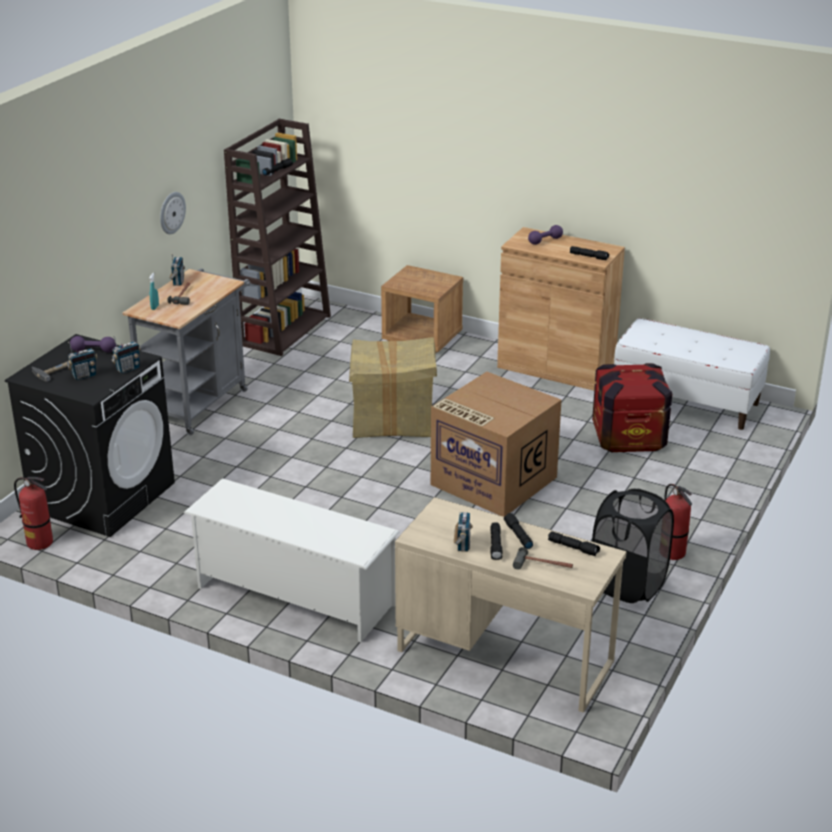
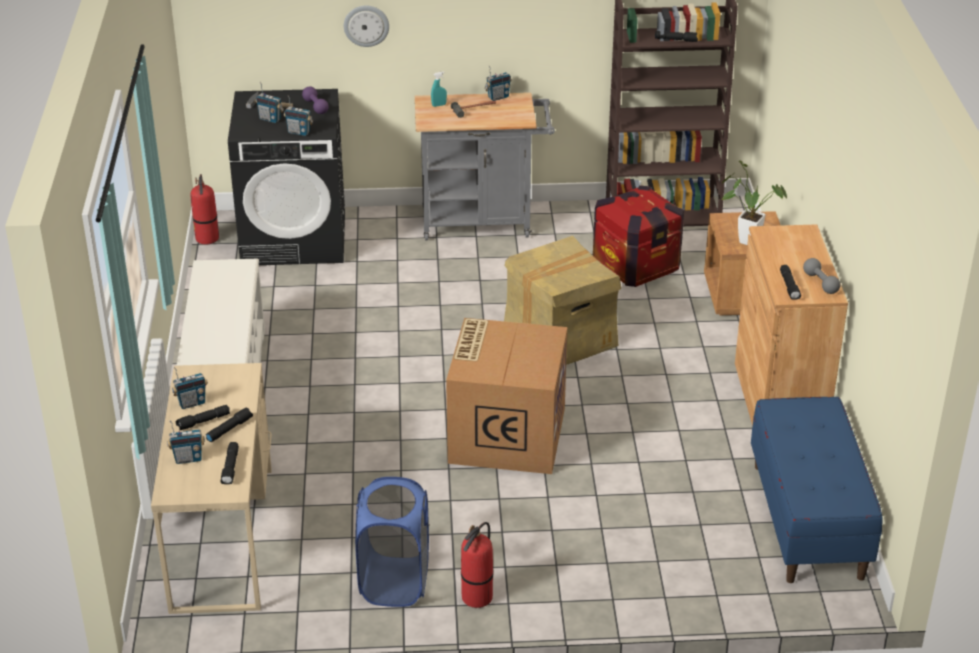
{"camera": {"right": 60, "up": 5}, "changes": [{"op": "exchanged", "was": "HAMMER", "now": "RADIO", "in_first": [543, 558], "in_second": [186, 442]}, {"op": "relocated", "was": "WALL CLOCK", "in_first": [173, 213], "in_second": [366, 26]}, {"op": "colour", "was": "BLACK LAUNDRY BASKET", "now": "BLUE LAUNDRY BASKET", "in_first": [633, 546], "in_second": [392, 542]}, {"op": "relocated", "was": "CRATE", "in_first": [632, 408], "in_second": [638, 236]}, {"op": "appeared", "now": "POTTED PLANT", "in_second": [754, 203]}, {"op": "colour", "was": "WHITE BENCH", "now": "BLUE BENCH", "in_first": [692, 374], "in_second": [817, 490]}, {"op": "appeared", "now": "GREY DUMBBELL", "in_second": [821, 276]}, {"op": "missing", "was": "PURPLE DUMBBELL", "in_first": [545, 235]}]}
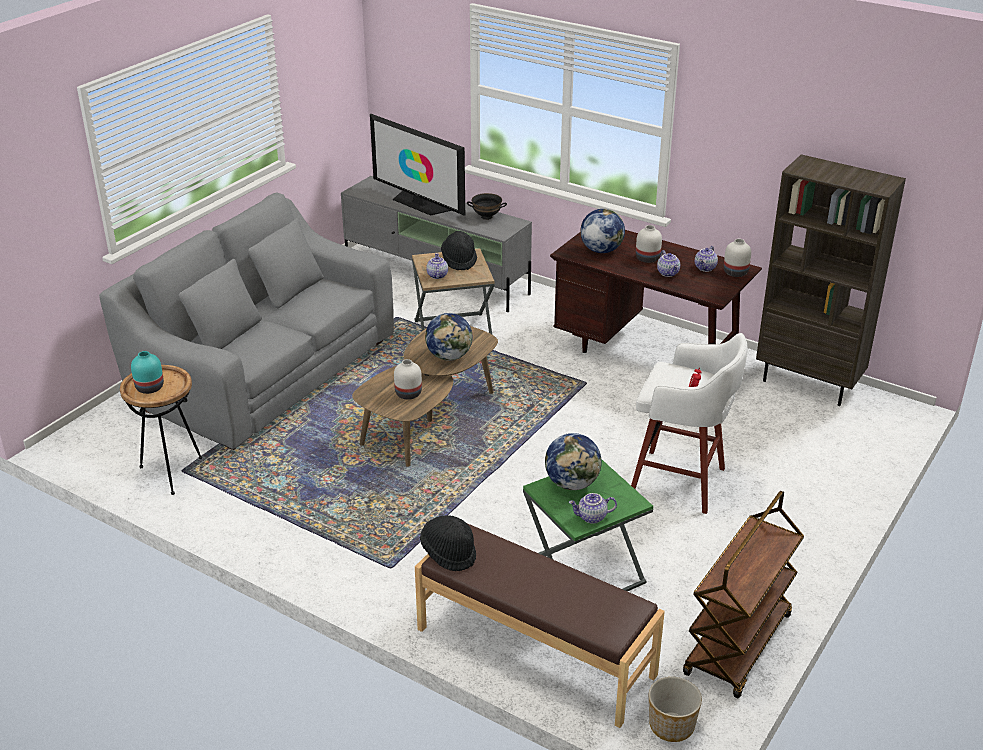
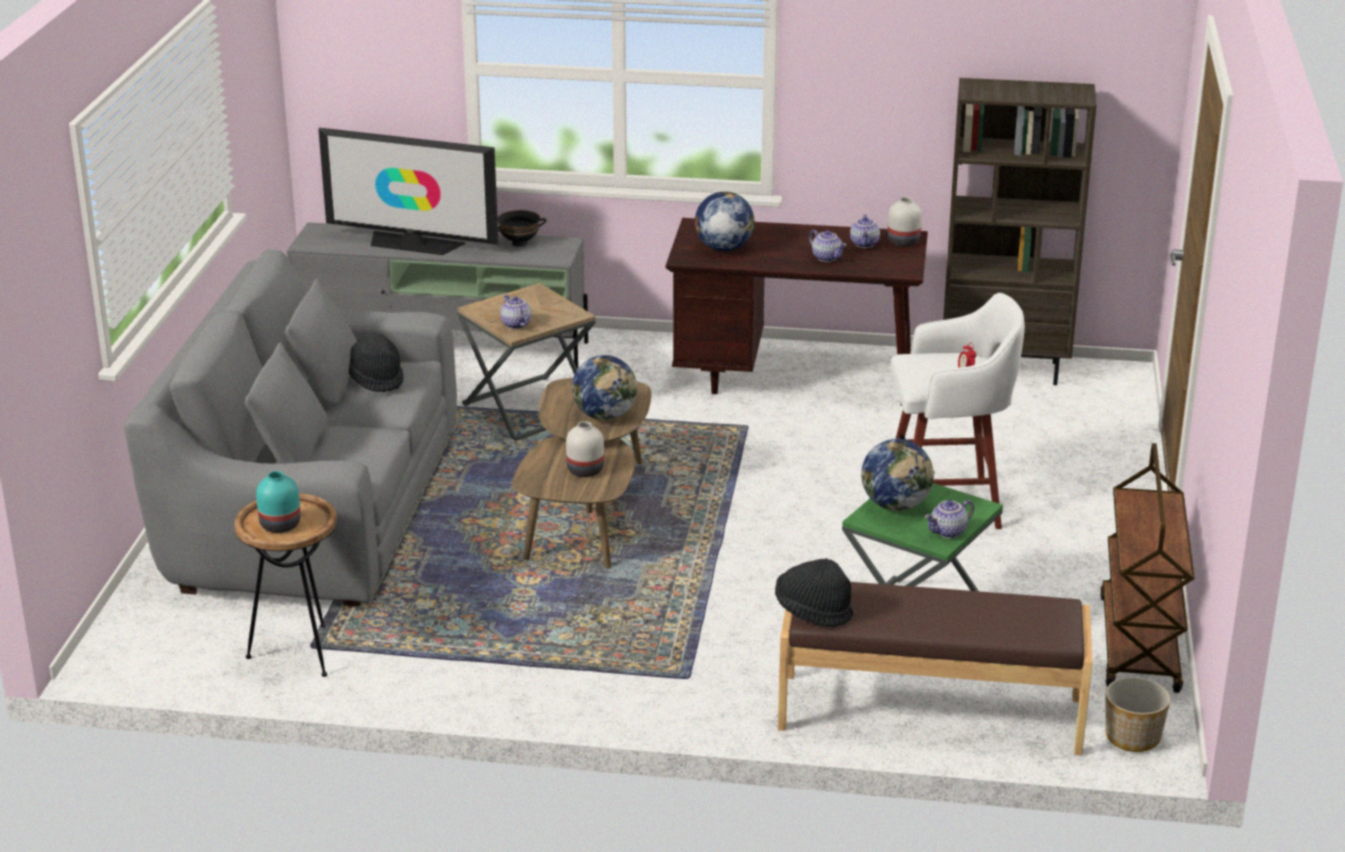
{"camera": {"right": -25, "up": -5}, "changes": [{"op": "relocated", "was": "BLACK HAT", "in_first": [459, 250], "in_second": [376, 363]}, {"op": "missing", "was": "WHITE VASE", "in_first": [649, 244]}]}
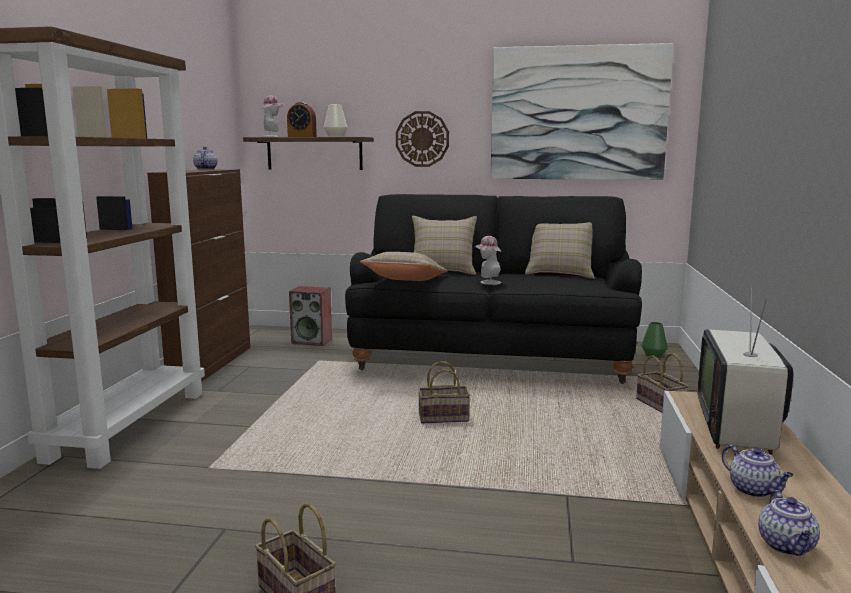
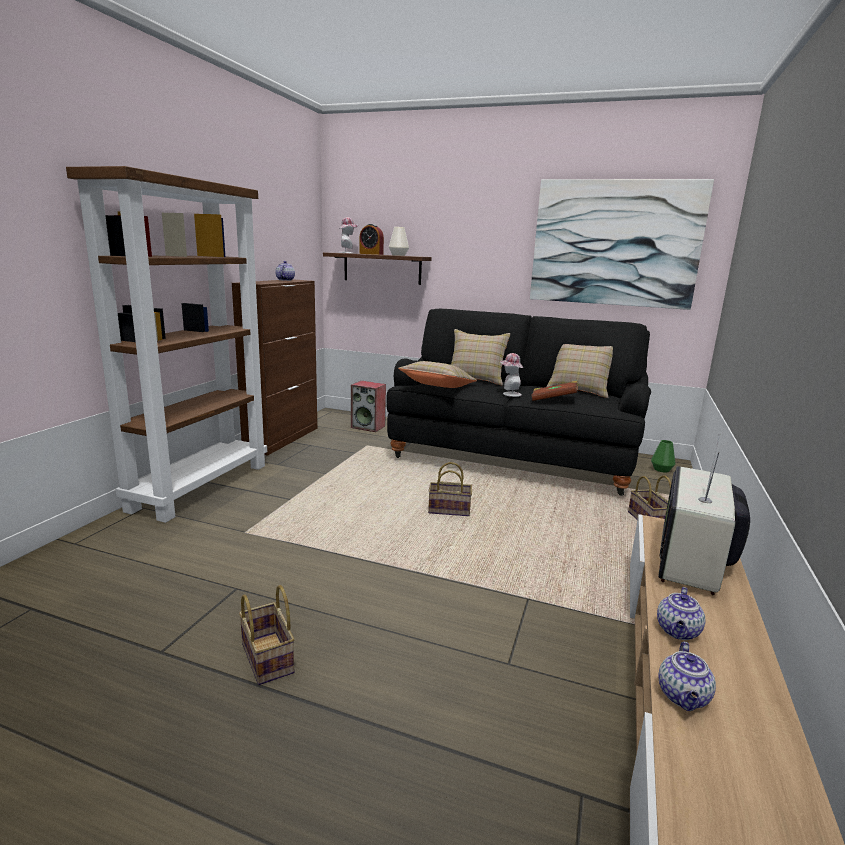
{"camera": {"right": 10, "up": 5}, "changes": [{"op": "appeared", "now": "BROWN BOOK", "in_second": [554, 391]}, {"op": "spun", "was": "TEAPOT", "in_first": [758, 471], "in_second": [681, 613], "clockwise": 45}, {"op": "missing", "was": "WALL CLOCK", "in_first": [422, 139]}]}
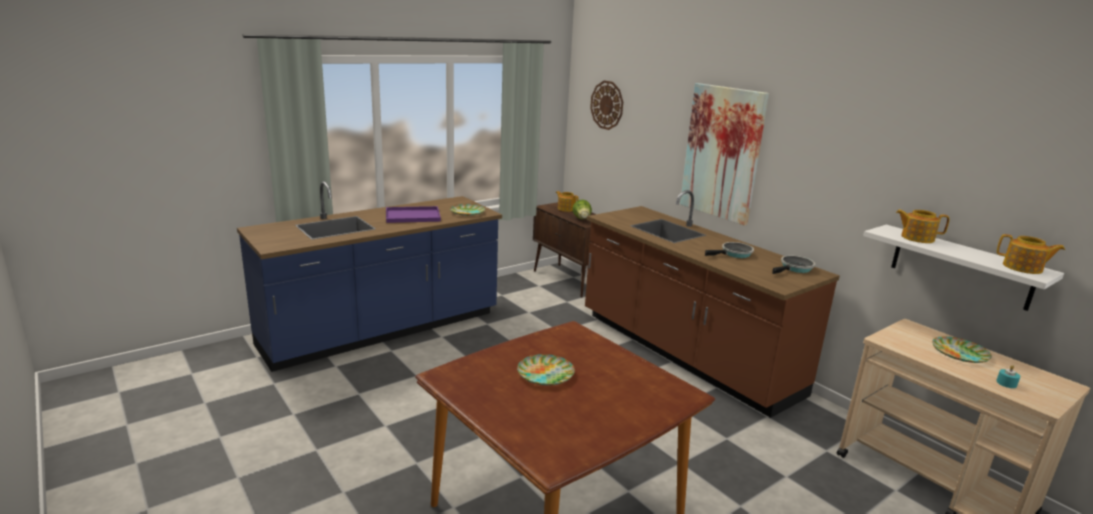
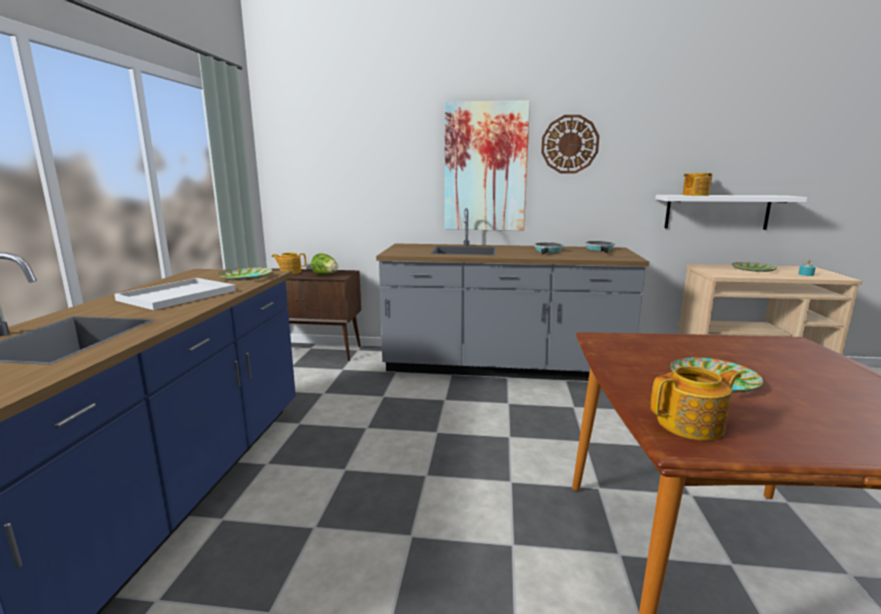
{"camera": {"right": -45, "up": -5}, "changes": [{"op": "colour", "was": "PURPLE TRAY", "now": "WHITE TRAY", "in_first": [413, 214], "in_second": [175, 294]}, {"op": "colour", "was": "BROWN COUNTER", "now": "GREY COUNTER", "in_first": [712, 304], "in_second": [512, 294]}, {"op": "relocated", "was": "WALL CLOCK", "in_first": [606, 105], "in_second": [570, 144]}, {"op": "relocated", "was": "TEAPOT", "in_first": [1031, 254], "in_second": [696, 403]}]}
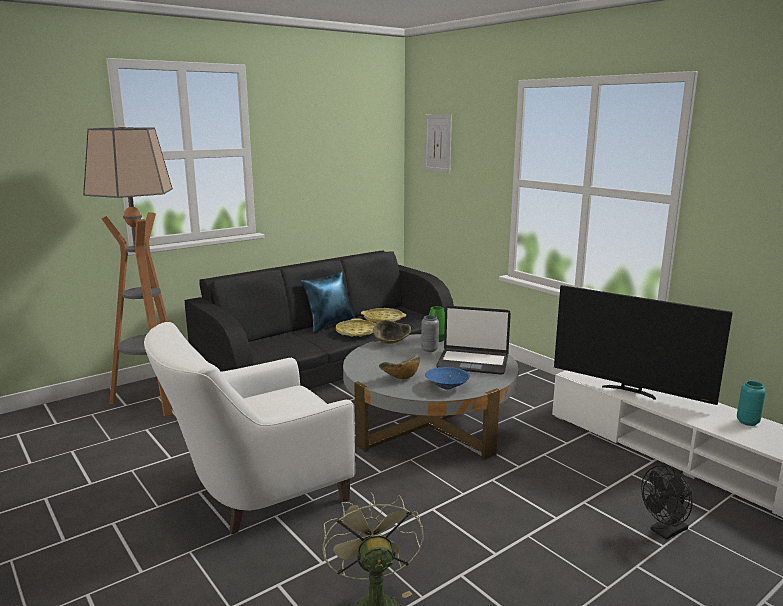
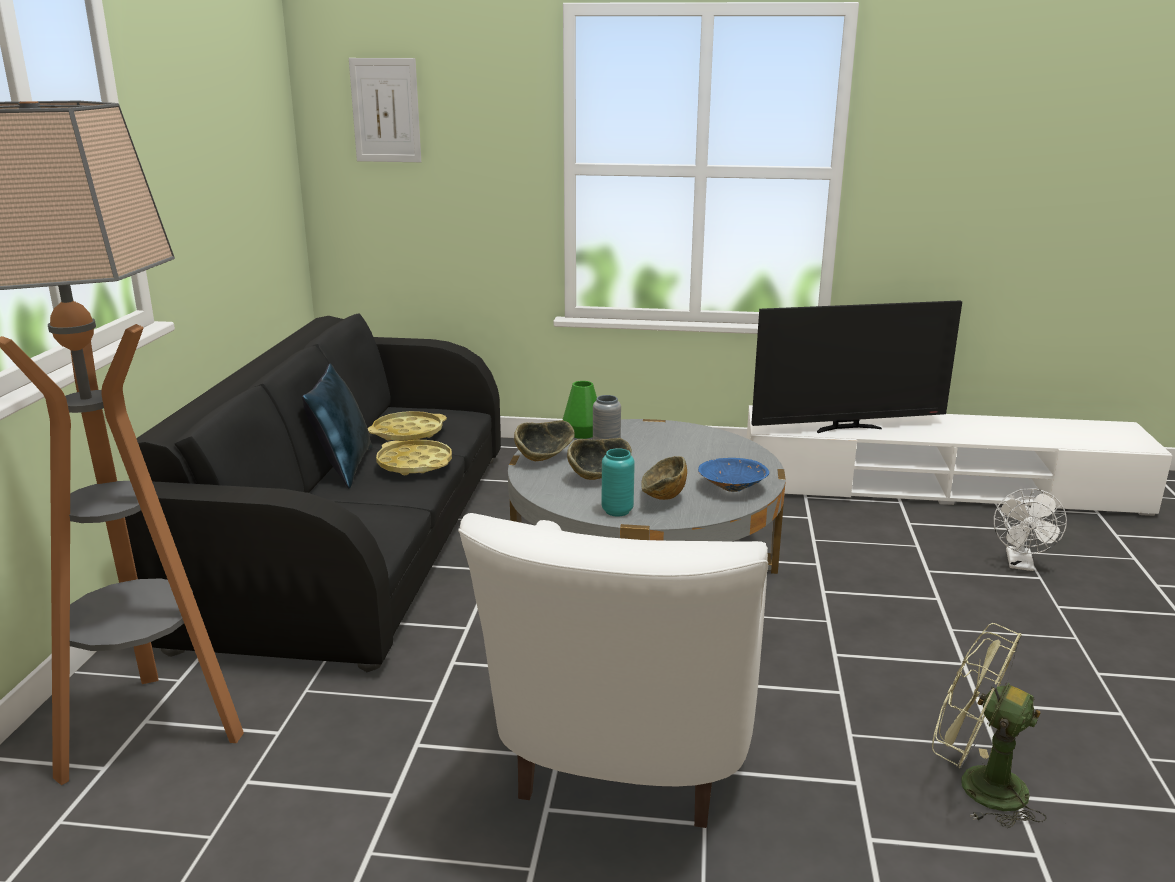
{"camera": {"right": -45, "up": 5}, "changes": [{"op": "appeared", "now": "BOWL", "in_second": [599, 459]}, {"op": "relocated", "was": "TURQUOISE VASE", "in_first": [751, 403], "in_second": [618, 482]}, {"op": "colour", "was": "BLACK FAN", "now": "WHITE FAN", "in_first": [666, 502], "in_second": [1030, 529]}, {"op": "missing", "was": "LAPTOP", "in_first": [473, 340]}]}
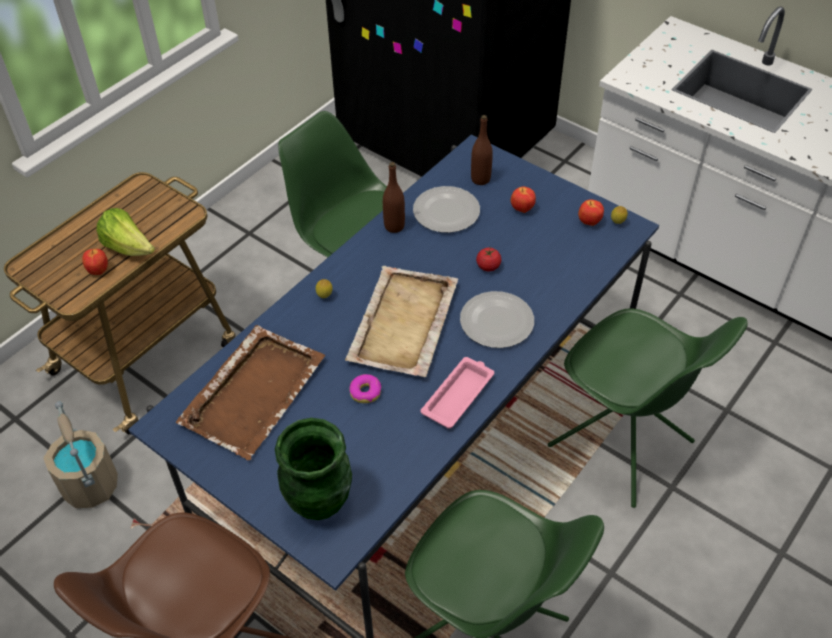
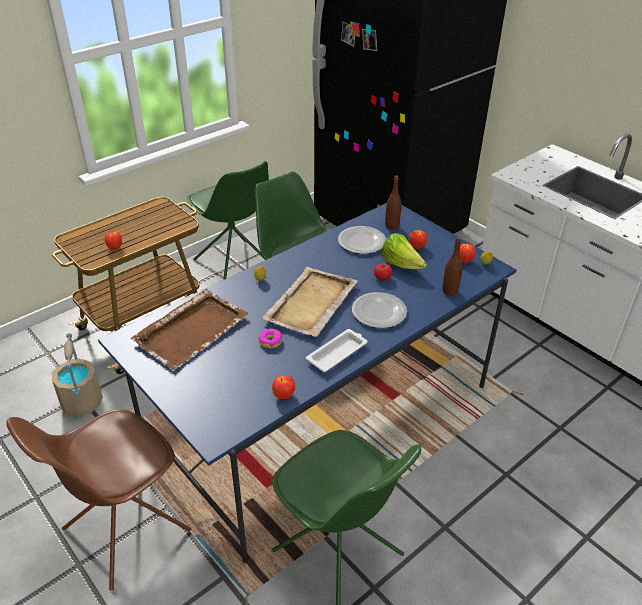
{"camera": {"right": 10, "up": -10}, "changes": [{"op": "relocated", "was": "GREEN CHAIR", "in_first": [648, 408], "in_second": [228, 220]}, {"op": "appeared", "now": "APPLE", "in_second": [283, 387]}, {"op": "colour", "was": "PINK TRAY", "now": "WHITE TRAY", "in_first": [457, 393], "in_second": [336, 350]}, {"op": "relocated", "was": "LETTUCE", "in_first": [125, 232], "in_second": [404, 251]}, {"op": "relocated", "was": "BROWN BOTTLE", "in_first": [394, 197], "in_second": [452, 266]}, {"op": "missing", "was": "GREEN VASE", "in_first": [313, 469]}]}
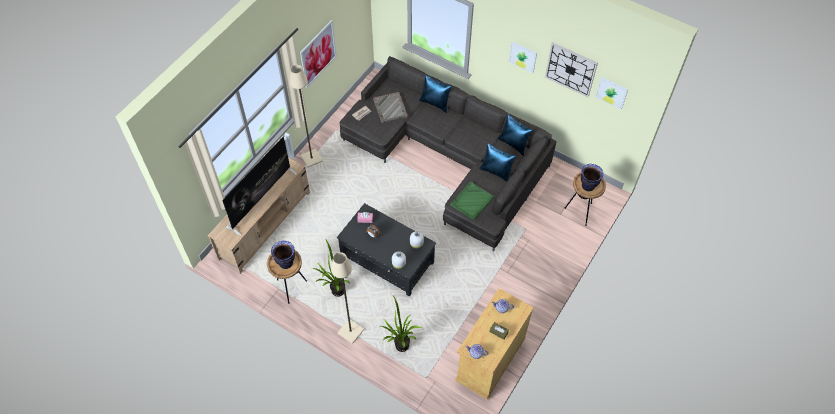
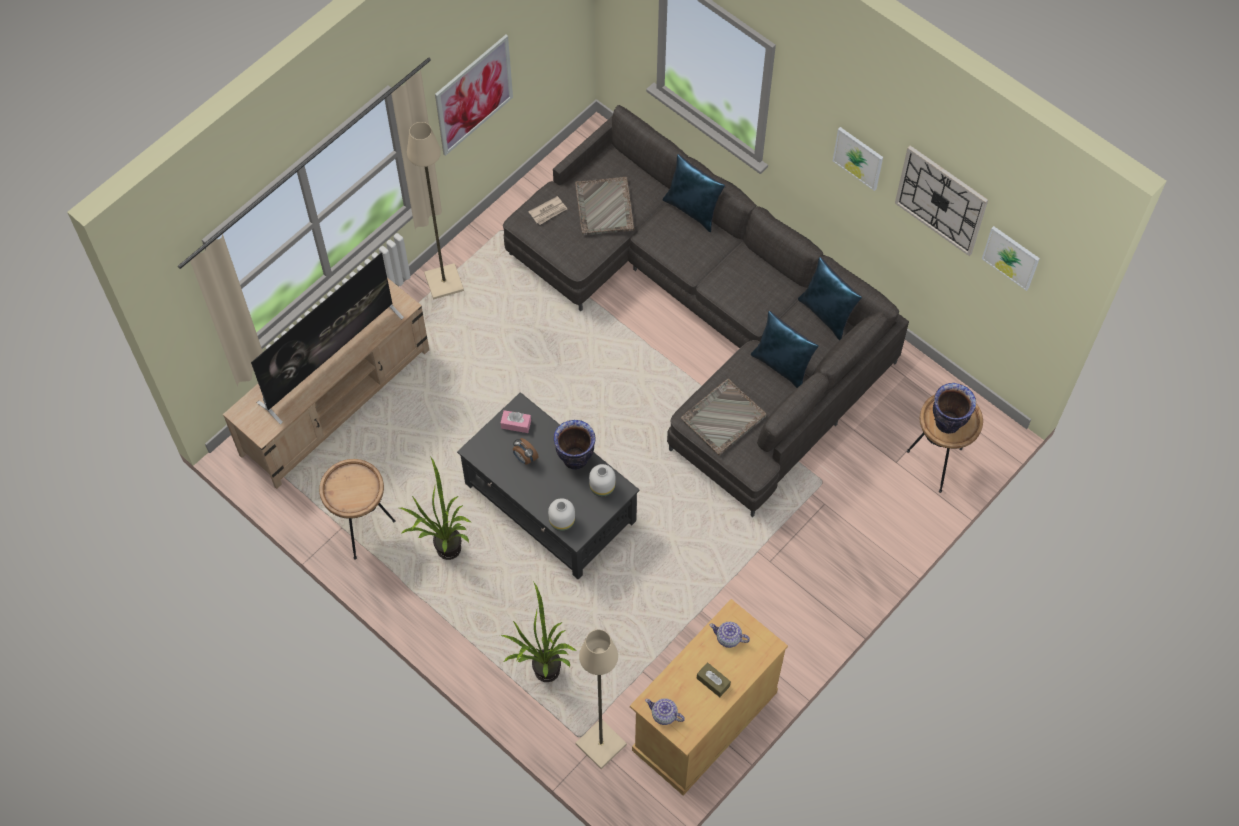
{"camera": {"right": 10, "up": 5}, "changes": [{"op": "relocated", "was": "VASE", "in_first": [283, 255], "in_second": [575, 445]}, {"op": "relocated", "was": "BEIGE FLOOR LAMP", "in_first": [347, 298], "in_second": [601, 699]}, {"op": "colour", "was": "GREEN TRAY", "now": "GREY TRAY", "in_first": [472, 201], "in_second": [724, 417]}]}
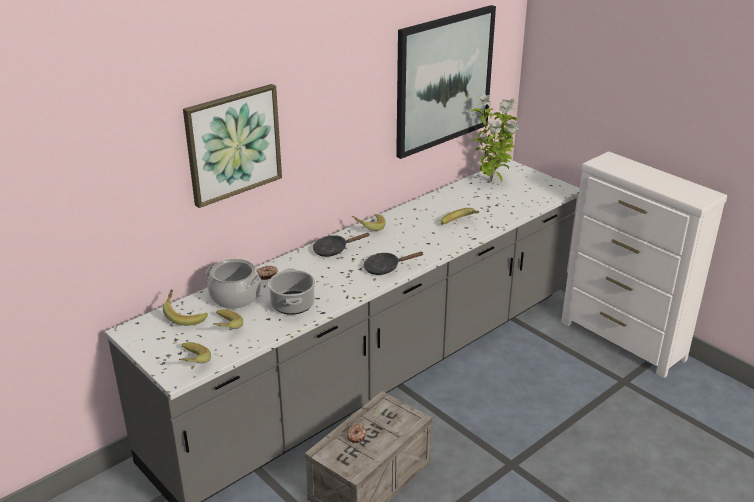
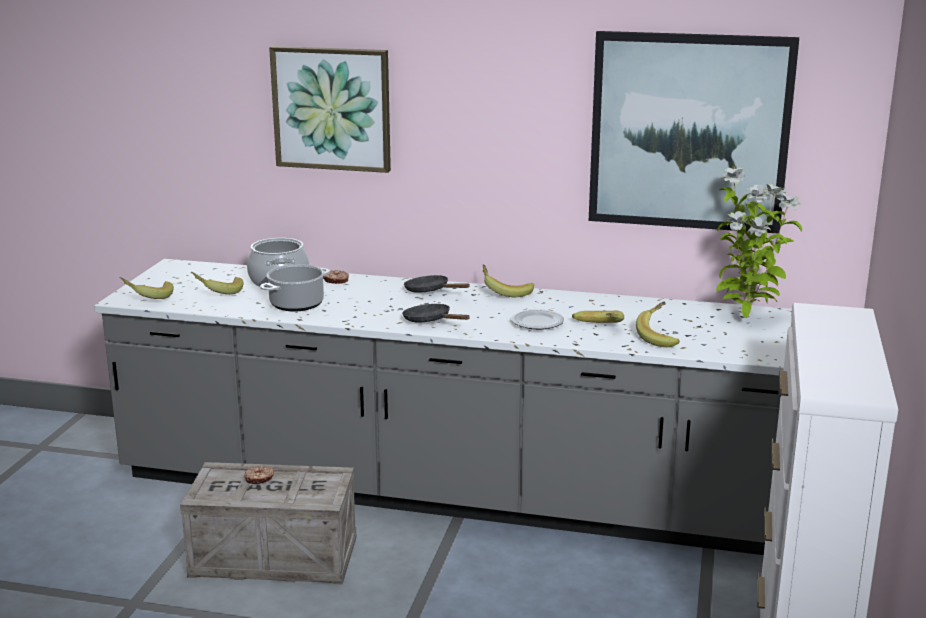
{"camera": {"right": 55, "up": -10}, "changes": [{"op": "appeared", "now": "PLATE", "in_second": [537, 319]}, {"op": "relocated", "was": "BANANA", "in_first": [185, 307], "in_second": [658, 324]}]}
